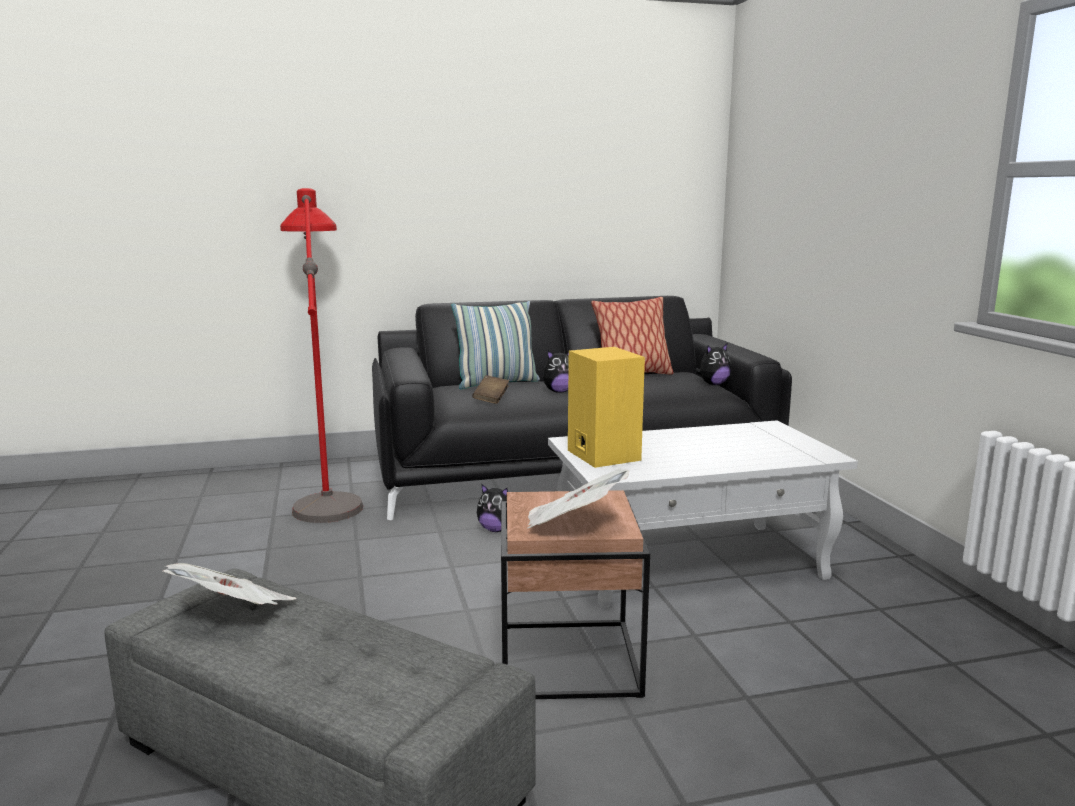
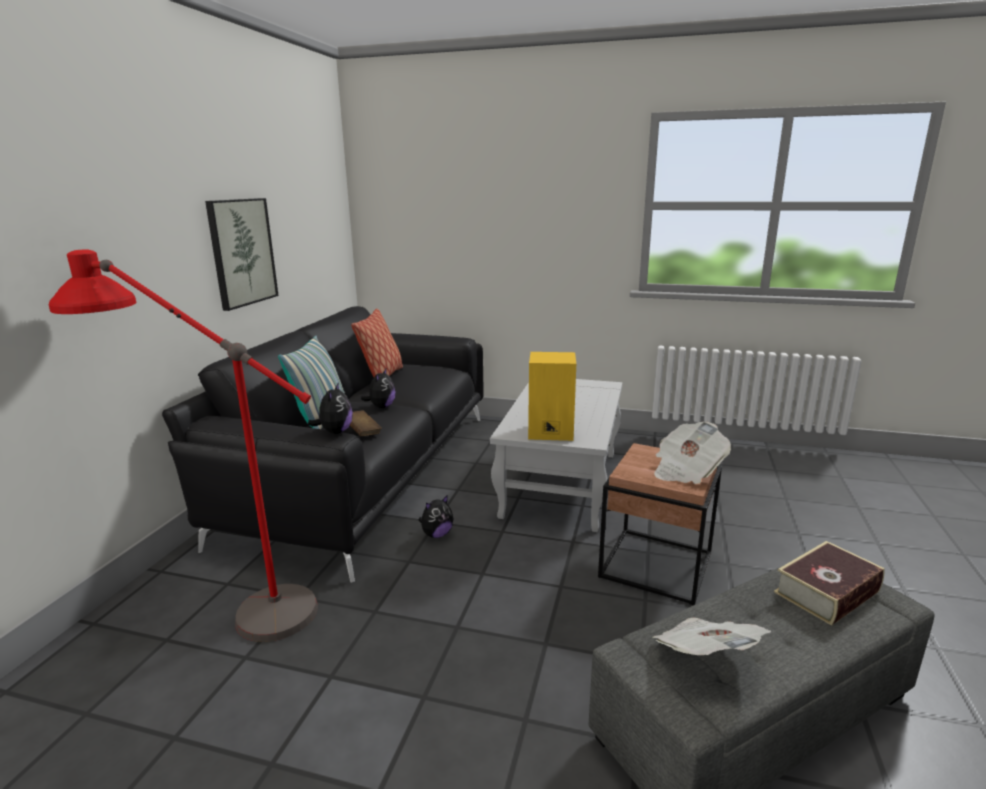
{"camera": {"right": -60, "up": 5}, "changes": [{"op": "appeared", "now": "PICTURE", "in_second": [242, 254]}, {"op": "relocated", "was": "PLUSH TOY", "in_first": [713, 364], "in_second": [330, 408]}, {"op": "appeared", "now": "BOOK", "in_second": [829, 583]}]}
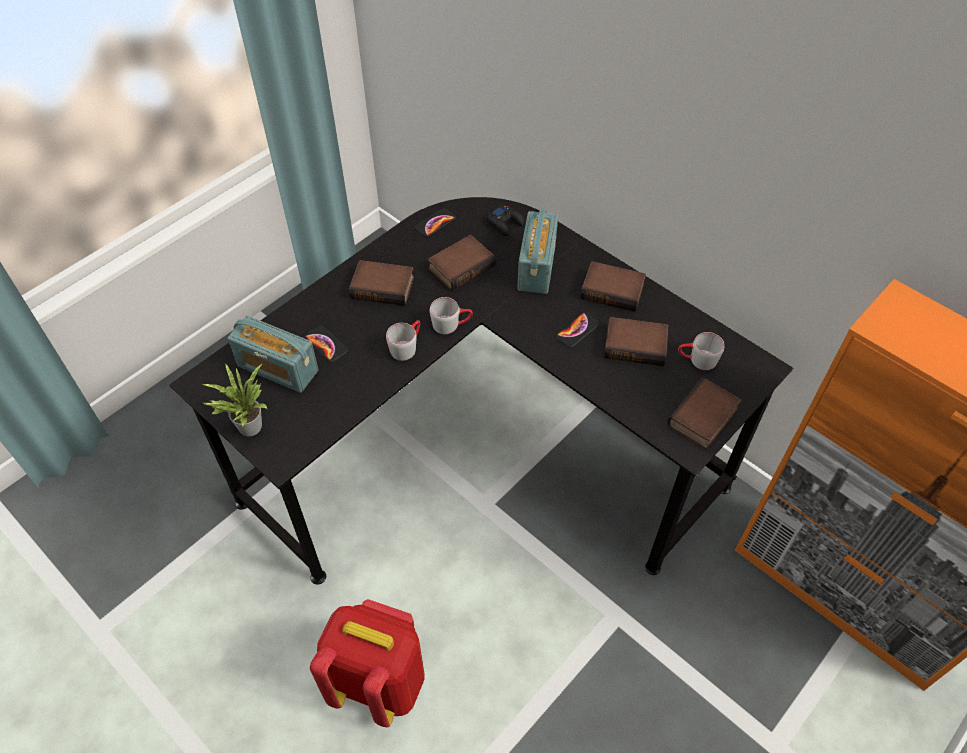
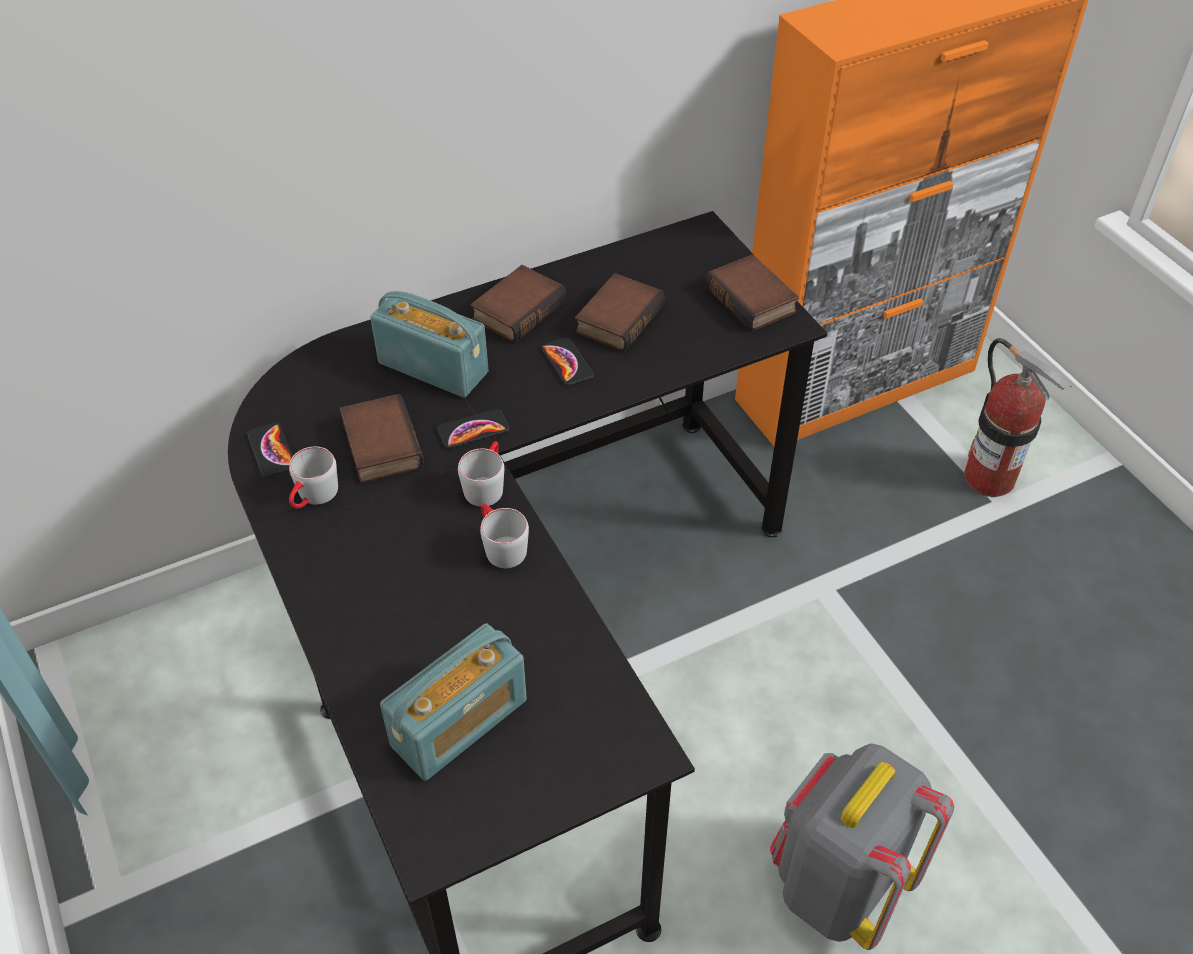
{"camera": {"right": -70, "up": -5}, "changes": [{"op": "relocated", "was": "GREY MUG", "in_first": [701, 351], "in_second": [313, 477]}, {"op": "relocated", "was": "PHONE", "in_first": [326, 343], "in_second": [473, 428]}, {"op": "colour", "was": "RED BACKPACK", "now": "GREY BACKPACK", "in_first": [367, 663], "in_second": [862, 846]}, {"op": "appeared", "now": "FIRE EXTINGUISHER", "in_second": [1018, 417]}, {"op": "missing", "was": "POTTED PLANT", "in_first": [234, 399]}, {"op": "missing", "was": "BOOK", "in_first": [381, 283]}, {"op": "missing", "was": "BLACK GAME CONTROLLER", "in_first": [505, 220]}]}
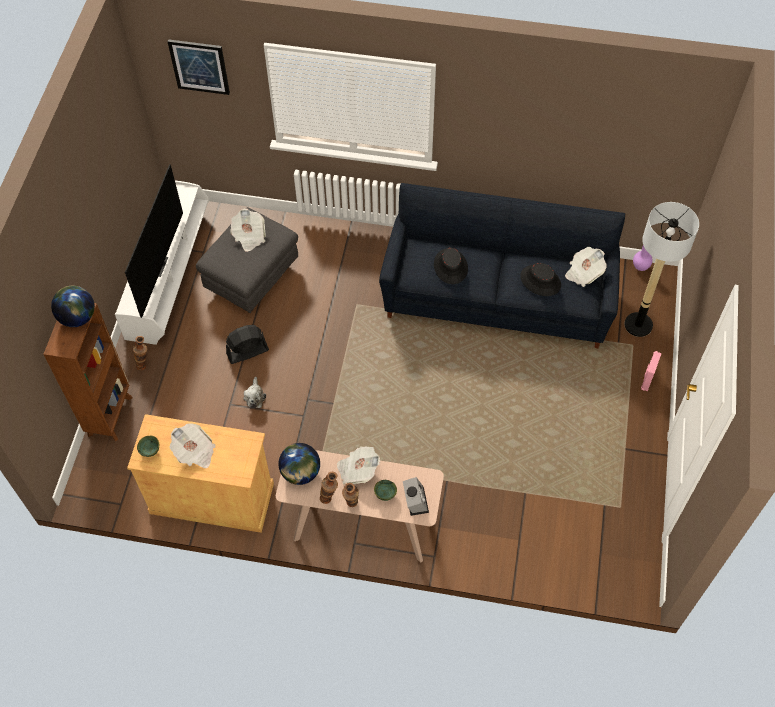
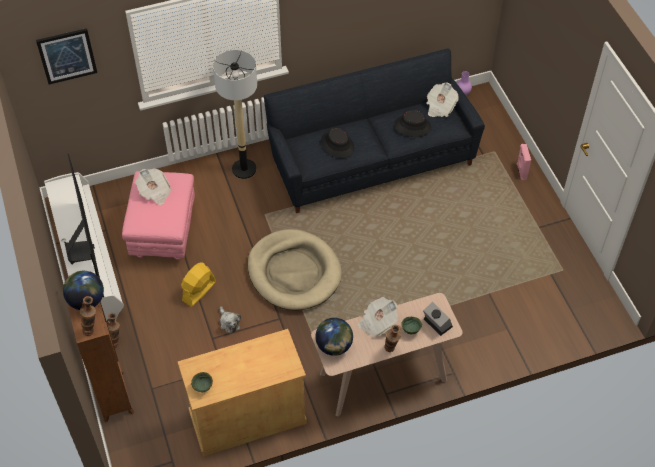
{"camera": {"right": -30, "up": -5}, "changes": [{"op": "relocated", "was": "VASE", "in_first": [329, 488], "in_second": [88, 316]}, {"op": "colour", "was": "GREY OTTOMAN", "now": "PINK OTTOMAN", "in_first": [247, 260], "in_second": [158, 215]}, {"op": "colour", "was": "BLACK FAN", "now": "YELLOW FAN", "in_first": [247, 344], "in_second": [198, 284]}, {"op": "relocated", "was": "FLOOR LAMP", "in_first": [662, 269], "in_second": [235, 114]}, {"op": "appeared", "now": "BEIGE DOG BED", "in_second": [295, 269]}, {"op": "missing", "was": "NEWSPAPER", "in_first": [192, 445]}]}
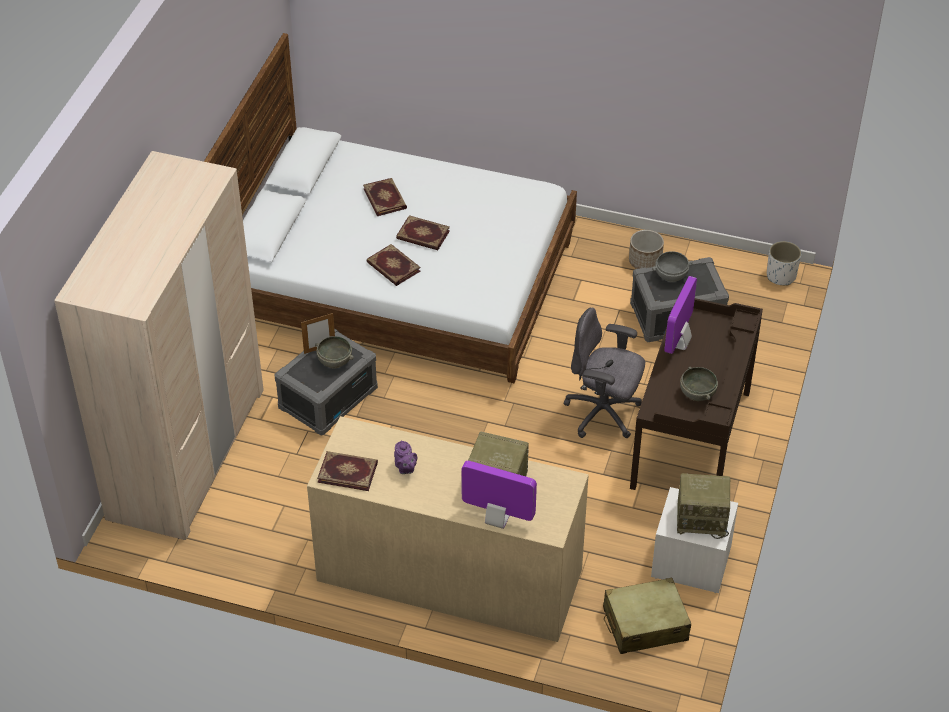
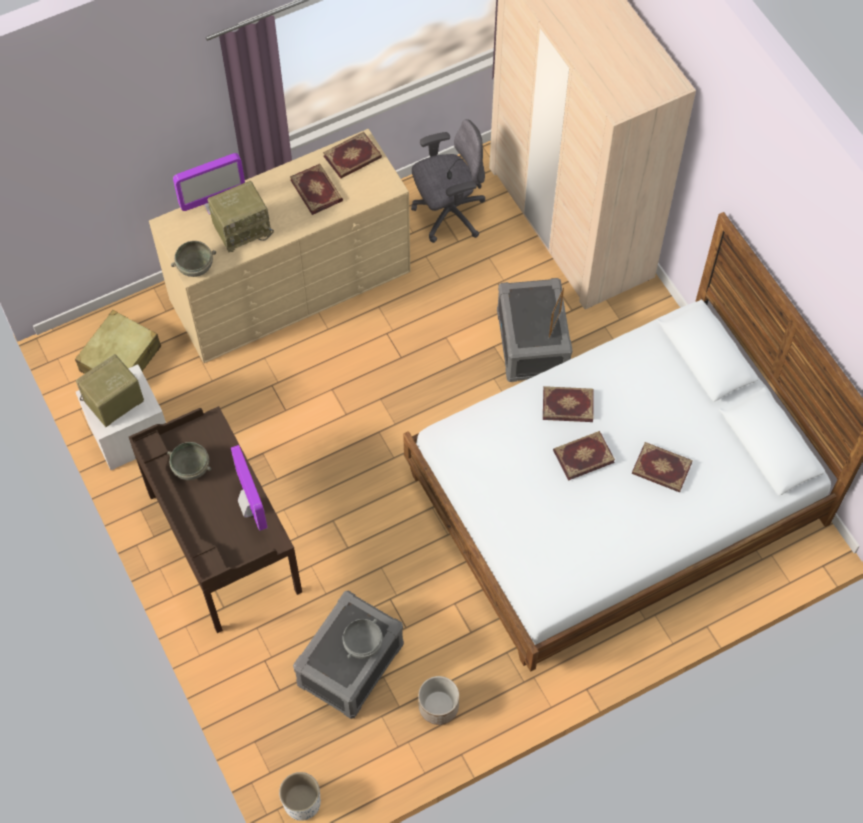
{"camera": {"right": 135, "up": 15}, "changes": [{"op": "relocated", "was": "GREY BOWL", "in_first": [334, 352], "in_second": [193, 259]}, {"op": "exchanged", "was": "PURPLE TEAPOT", "now": "BOOK", "in_first": [405, 457], "in_second": [316, 189]}, {"op": "relocated", "was": "GREY OFFICE CHAIR", "in_first": [604, 372], "in_second": [448, 181]}]}
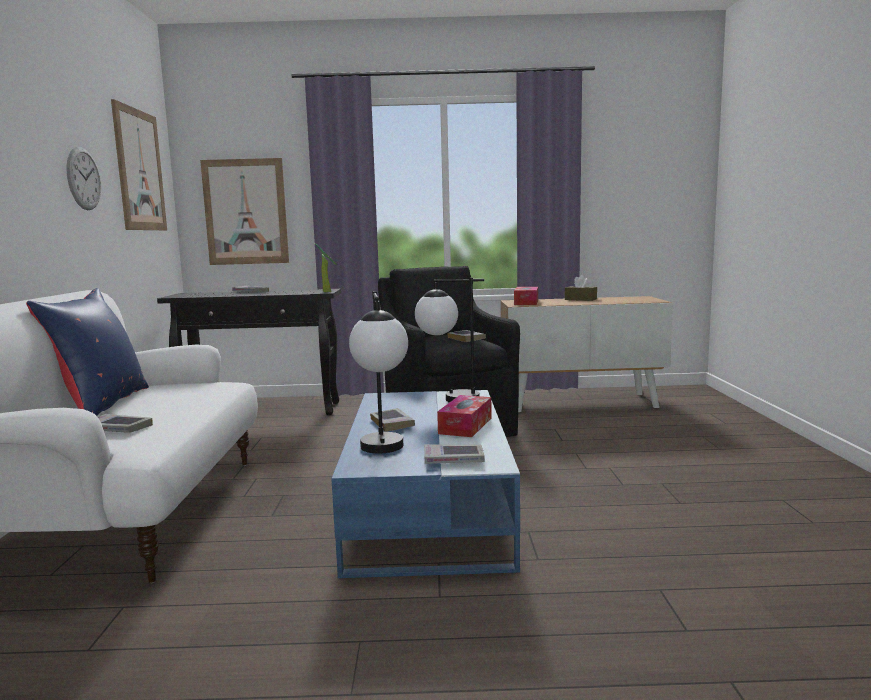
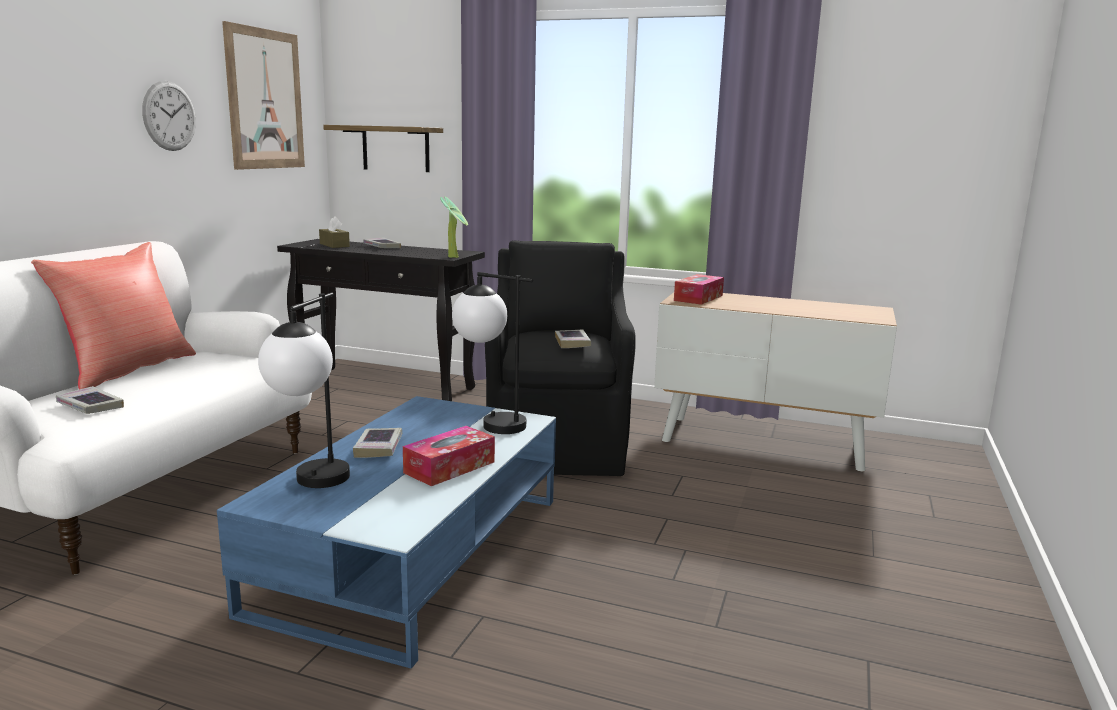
{"camera": {"right": 20, "up": 5}, "changes": [{"op": "colour", "was": "BLUE PILLOW", "now": "RED PILLOW", "in_first": [87, 352], "in_second": [113, 315]}, {"op": "relocated", "was": "BROWN TISSUE BOX", "in_first": [581, 288], "in_second": [334, 232]}, {"op": "exchanged", "was": "PICTURE", "now": "SHELF", "in_first": [244, 211], "in_second": [383, 148]}, {"op": "missing", "was": "BOOK", "in_first": [454, 454]}]}
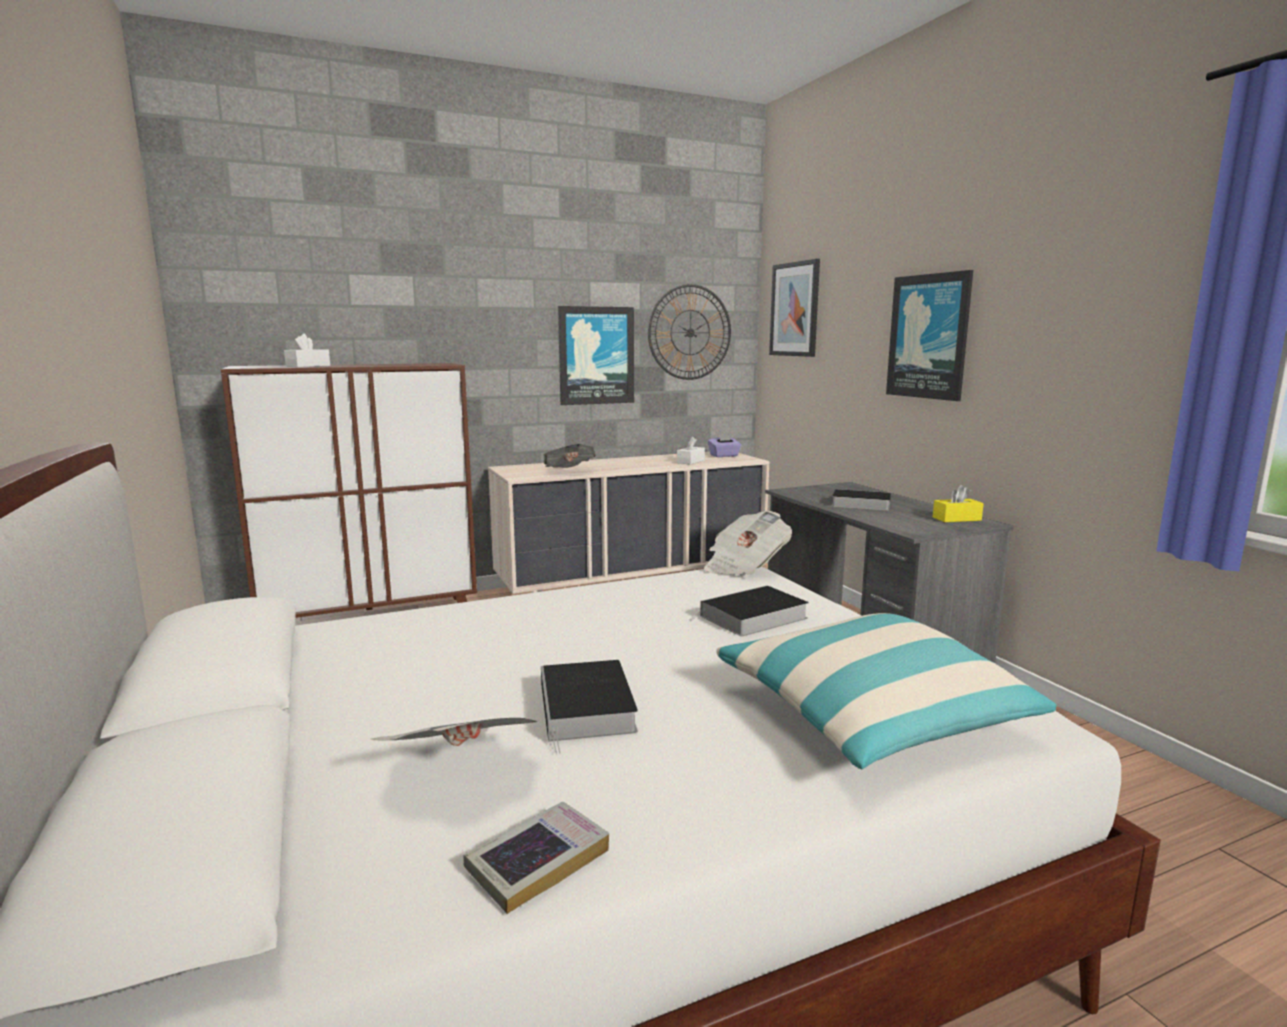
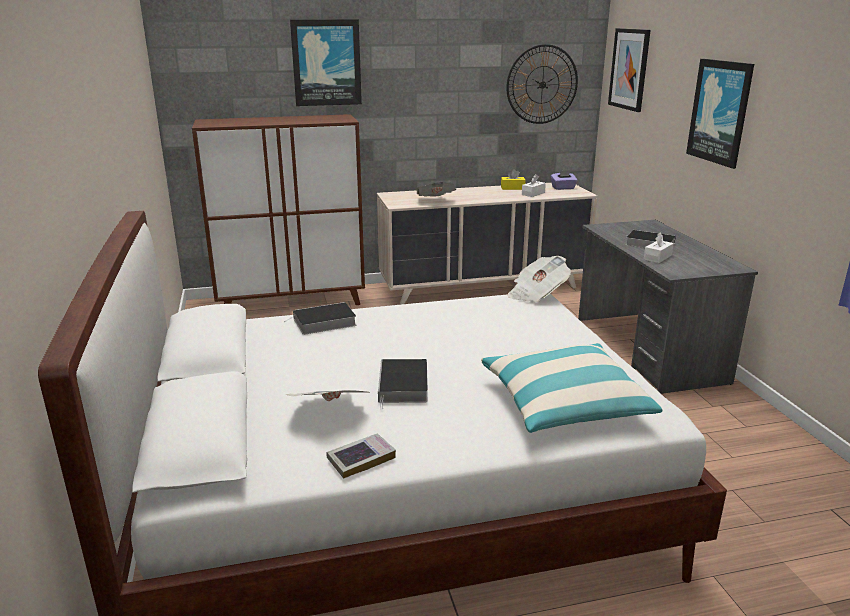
{"camera": {"right": 10, "up": 10}, "changes": [{"op": "relocated", "was": "BOOK", "in_first": [749, 611], "in_second": [320, 318]}, {"op": "relocated", "was": "PICTURE", "in_first": [596, 355], "in_second": [326, 62]}, {"op": "relocated", "was": "YELLOW TISSUE BOX", "in_first": [958, 503], "in_second": [513, 179]}, {"op": "relocated", "was": "WHITE TISSUE BOX", "in_first": [307, 350], "in_second": [659, 248]}]}
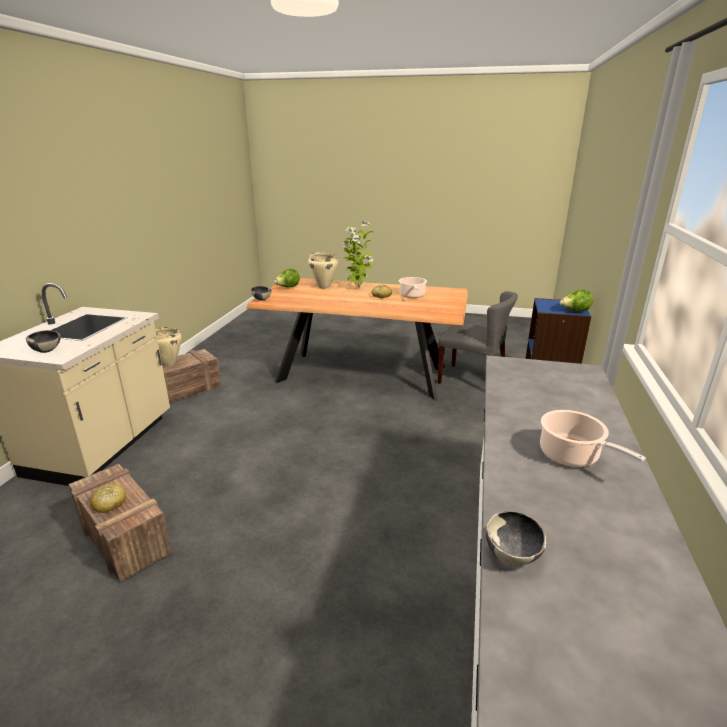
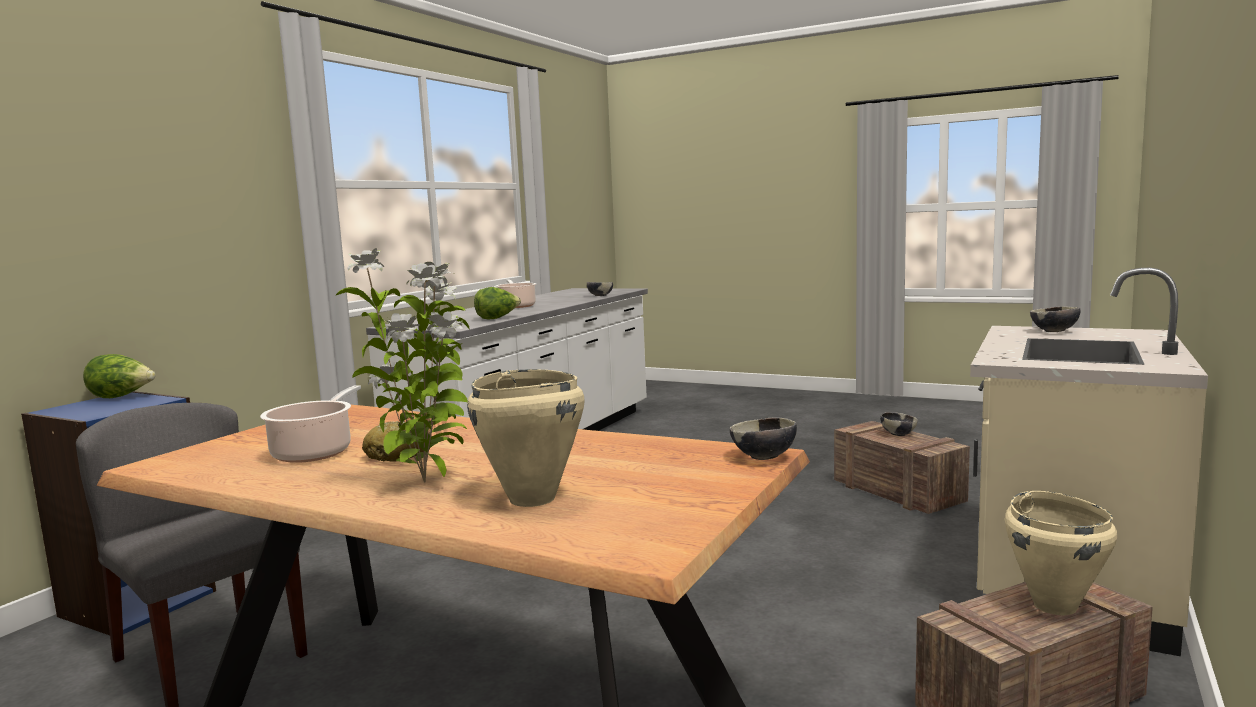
{"camera": {"right": -165, "up": -15}, "changes": [{"op": "relocated", "was": "LETTUCE", "in_first": [287, 278], "in_second": [497, 303]}, {"op": "exchanged", "was": "BREAD", "now": "BOWL", "in_first": [108, 498], "in_second": [899, 424]}]}
